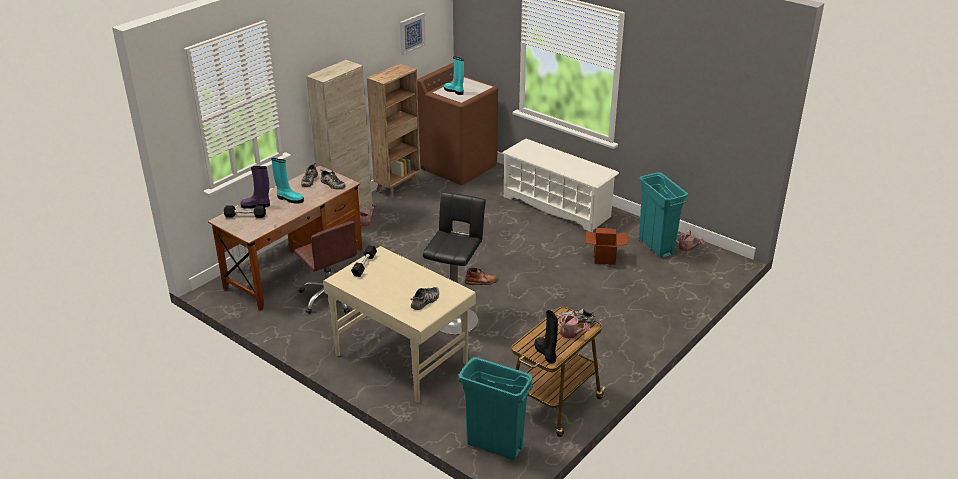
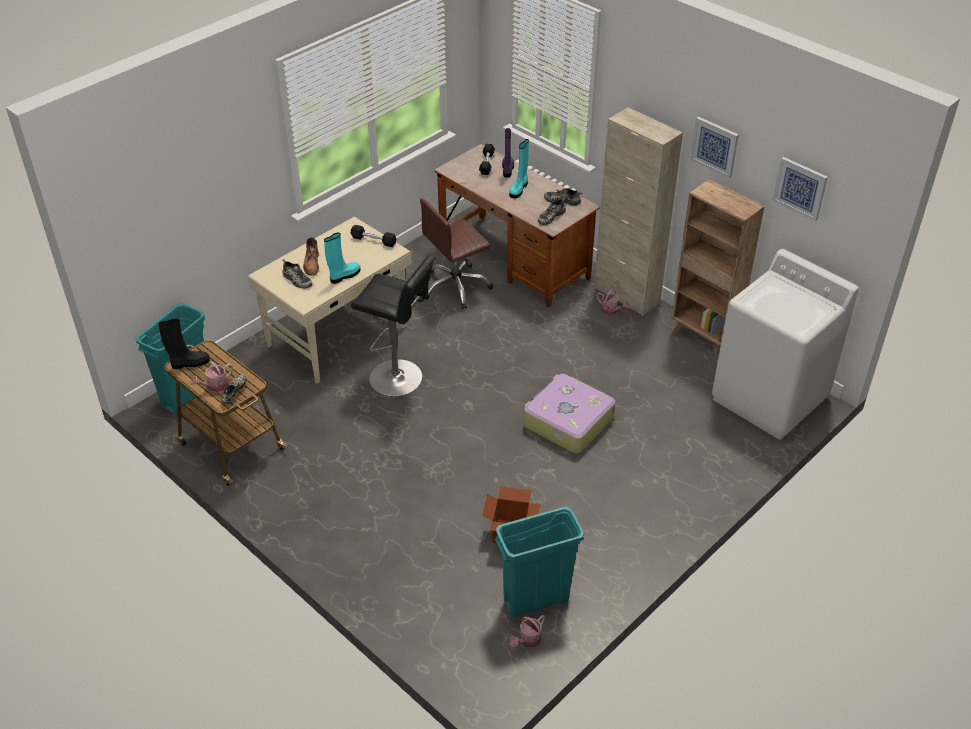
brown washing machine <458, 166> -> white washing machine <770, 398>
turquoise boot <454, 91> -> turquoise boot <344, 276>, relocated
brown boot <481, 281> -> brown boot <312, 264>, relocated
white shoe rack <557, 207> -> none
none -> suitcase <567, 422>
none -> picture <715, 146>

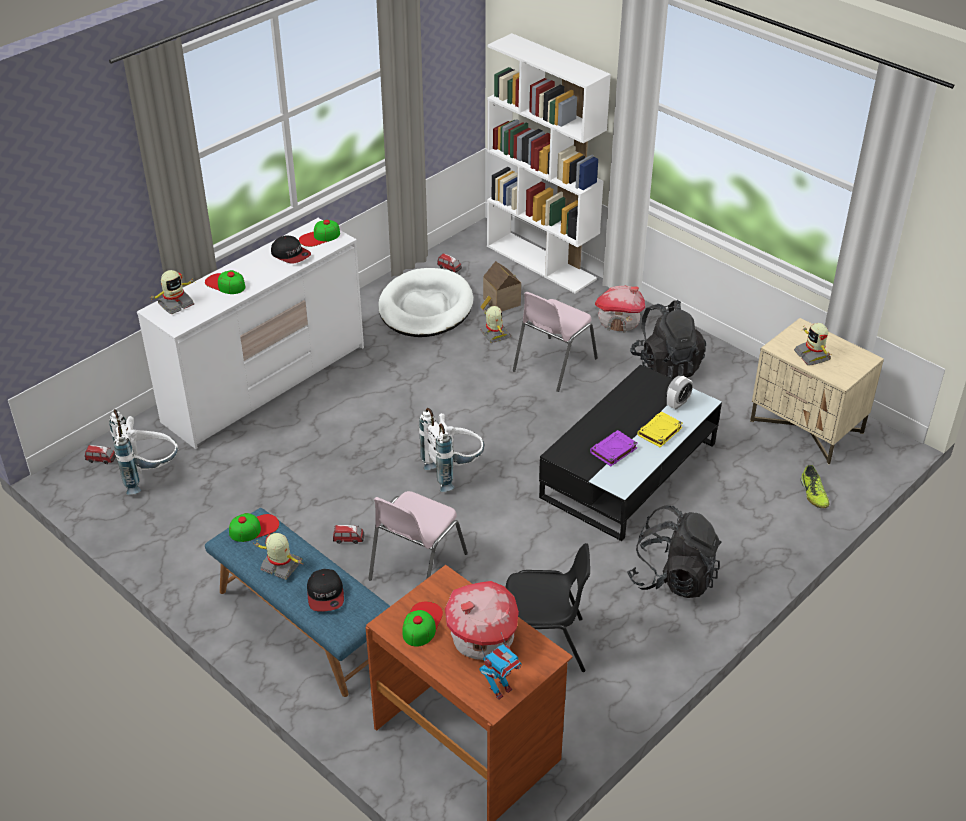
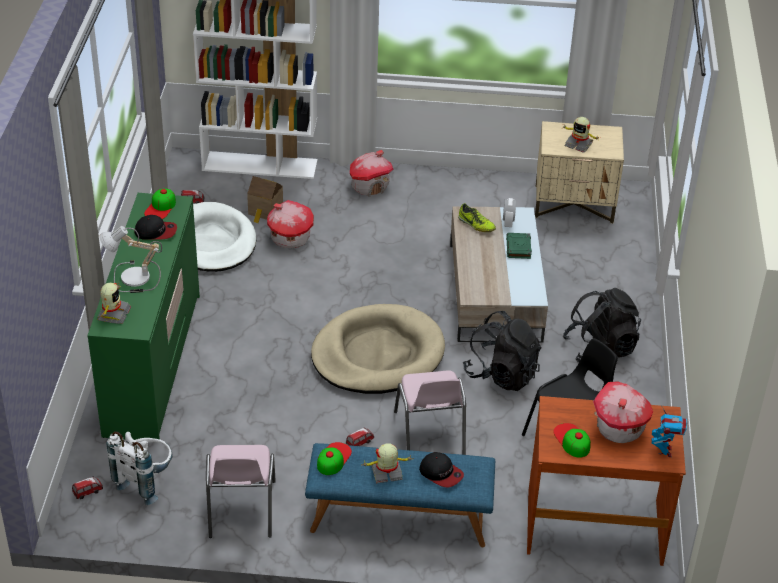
white dresser <266, 384> -> green dresser <153, 363>
cap <225, 284> -> table lamp <133, 279>
white backpack <453, 471> -> beige dog bed <377, 354>
toy robot <494, 334> -> toy house <289, 238>
pink chair <553, 365> -> pink chair <241, 510>, relocated
black coffee table <629, 470> -> beige coffee table <495, 291>
purple book <613, 451> -> none
black backpack <666, 366> -> black backpack <501, 374>, relocated
yellow book <659, 432> -> green book <518, 248>
shoe <813, 494> -> shoe <476, 225>, relocated

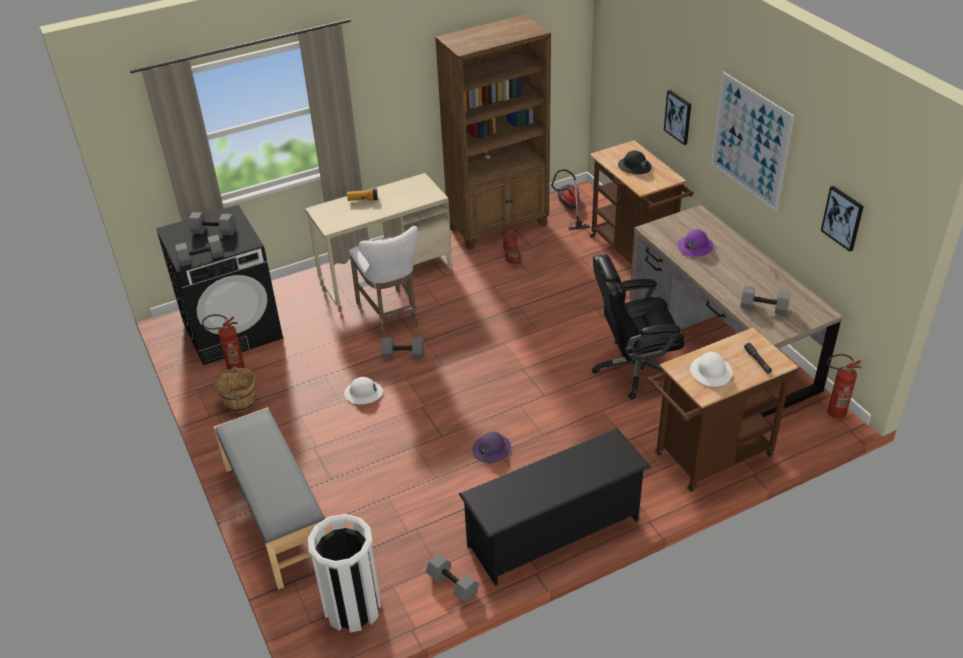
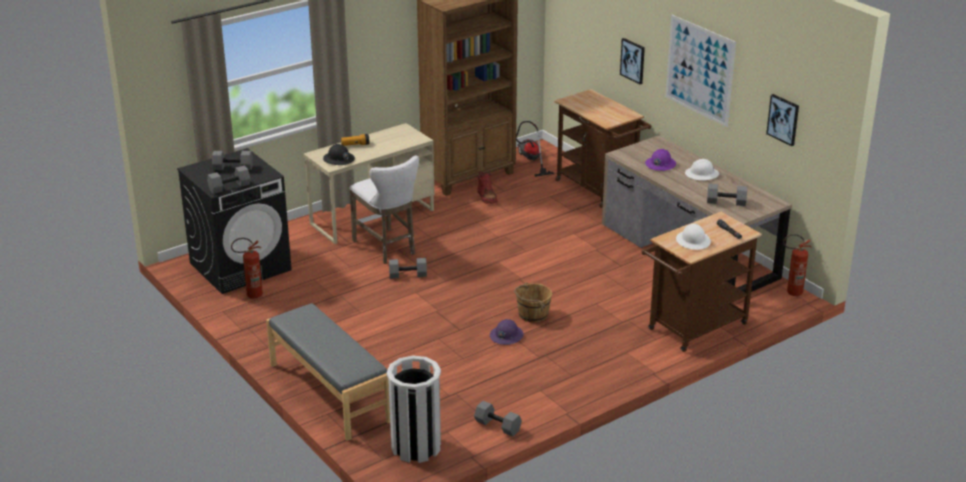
brown bucket <239, 401> -> brown bucket <532, 314>, relocated
white hard hat <363, 393> -> white hard hat <702, 174>, relocated
black shoe rack <554, 533> -> none
black office chair <634, 369> -> none
black hard hat <634, 167> -> black hard hat <338, 159>, relocated

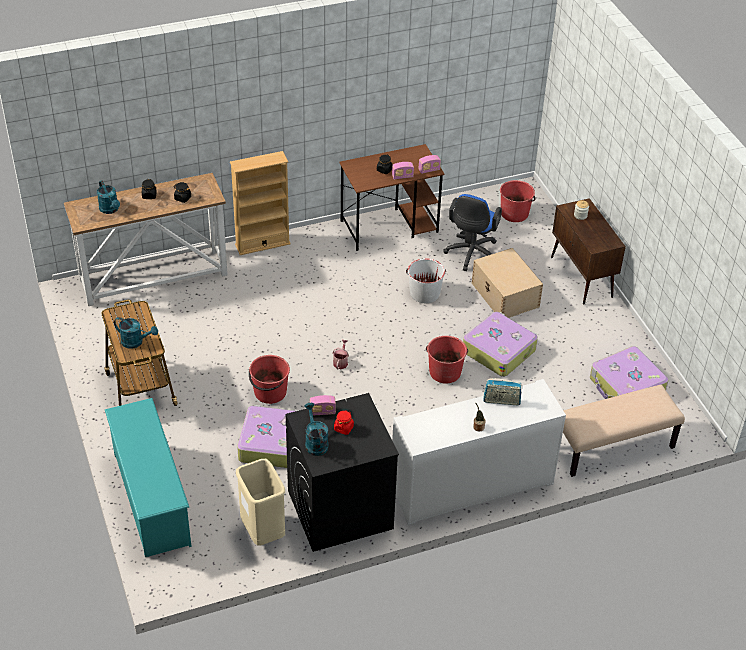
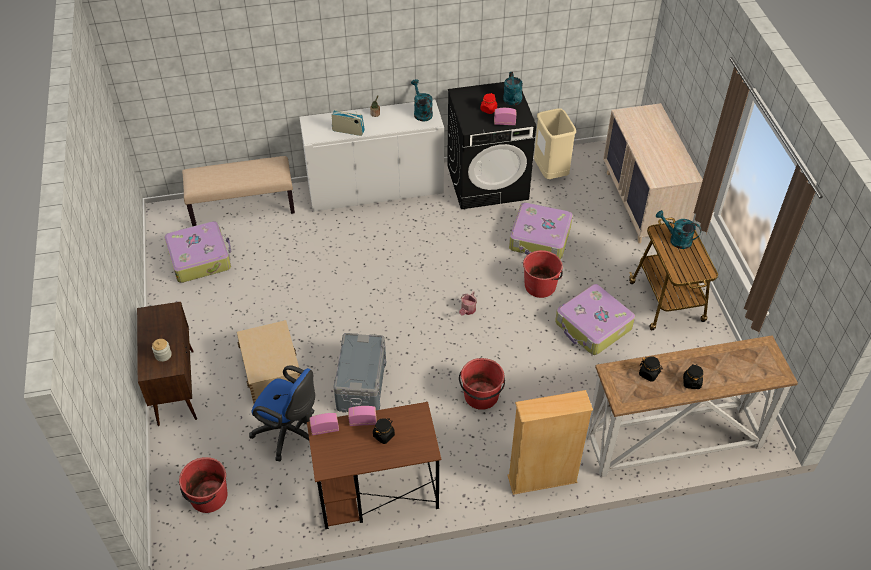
turquoise watering can <110, 210> -> turquoise watering can <421, 112>, relocated
turquoise shoe rack <151, 498> -> beige dresser <642, 204>
white bucket <424, 293> -> grey storage box <361, 384>
red bucket <445, 372> -> red bucket <481, 396>, relocated
blue office chair <471, 255> -> blue office chair <290, 433>, 90 degrees clockwise
suitcase <499, 350> -> suitcase <593, 326>, relocated

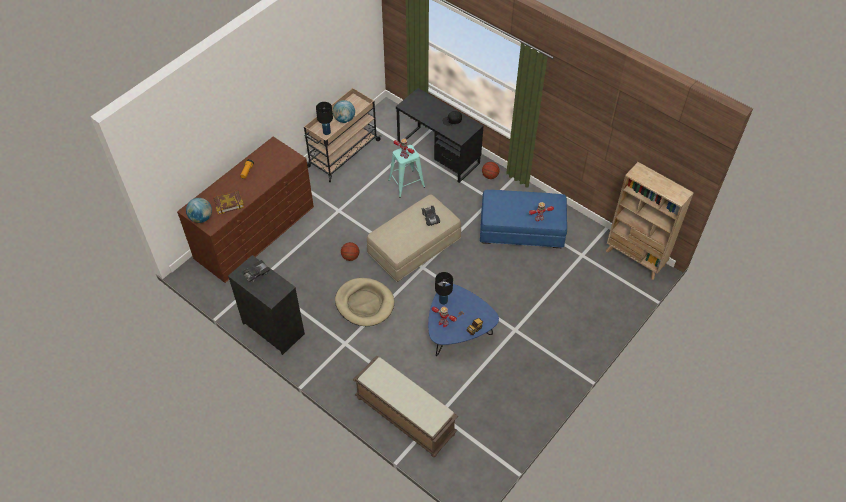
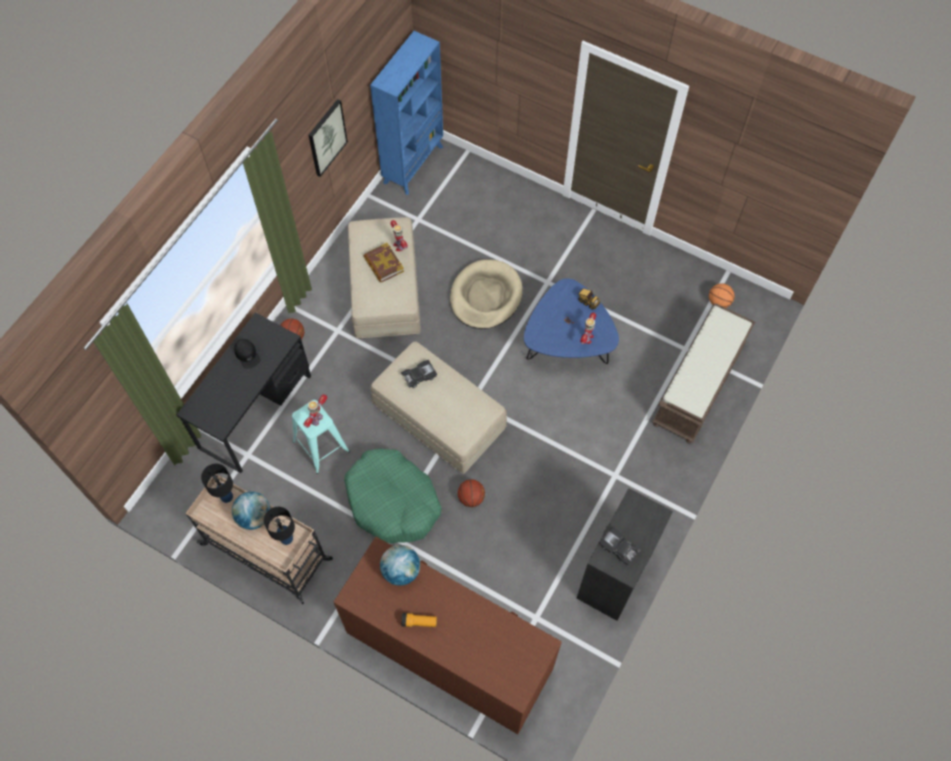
globe <201, 218> -> globe <401, 570>, relocated
book <228, 203> -> book <383, 265>, relocated
beige dog bed <364, 303> -> beige dog bed <485, 296>, relocated
black table lamp <443, 301> -> black table lamp <226, 497>, relocated
blue ottoman <522, 229> -> beige ottoman <385, 289>
beige bookcase <635, 258> -> blue bookcase <414, 164>
none -> picture <326, 137>
none -> green dog bed <393, 501>
none -> basketball <719, 302>

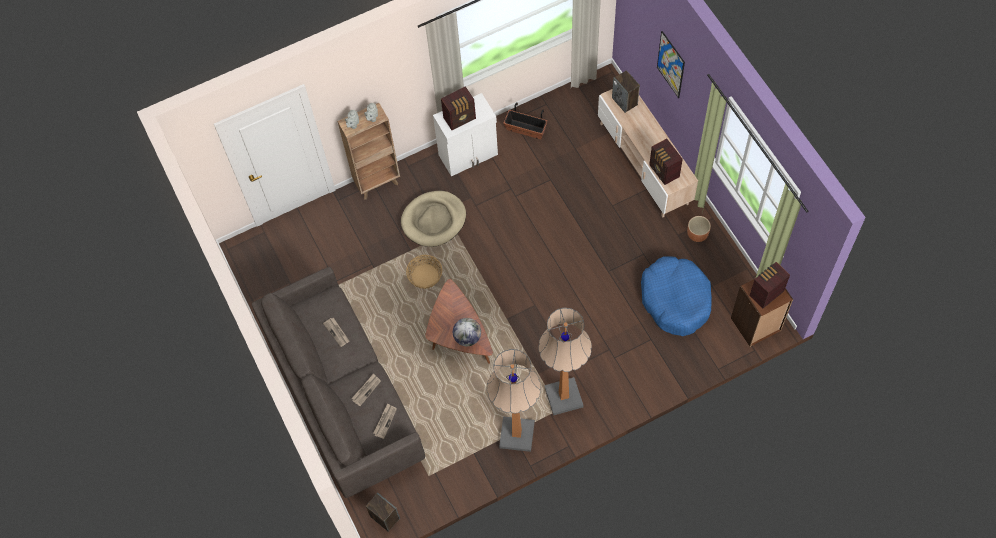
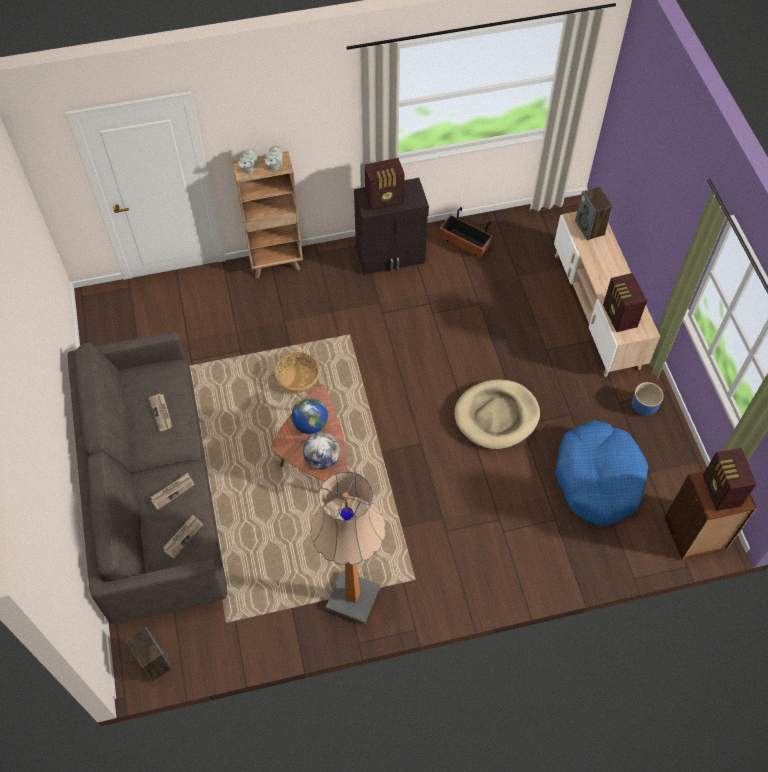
beige dog bed <434, 220> -> beige dog bed <496, 416>, relocated
white cabinet <469, 155> -> black cabinet <391, 256>
floor lamp <563, 397> -> none
picture <671, 64> -> none
brown planter <697, 234> -> blue planter <644, 407>
radio <765, 293> -> radio <720, 492>, 75 degrees counterclockwise
none -> globe <310, 424>

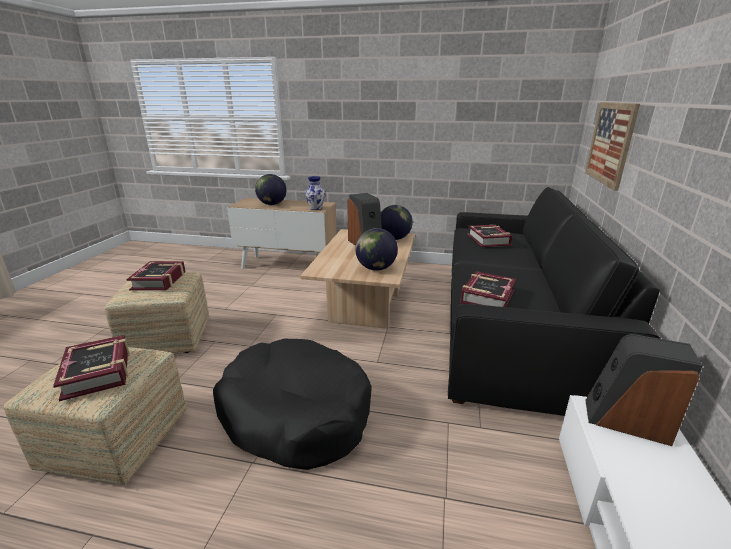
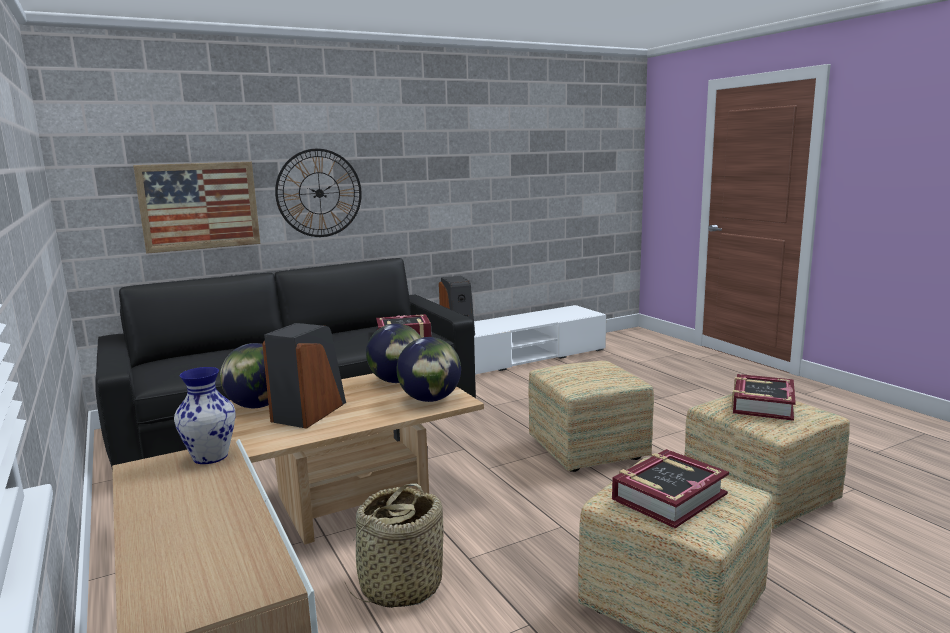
black dog bed <295, 414> -> ottoman <586, 449>
globe <272, 204> -> globe <430, 399>, relocated
book <488, 240> -> none
none -> wall clock <319, 193>
none -> basket <400, 586>

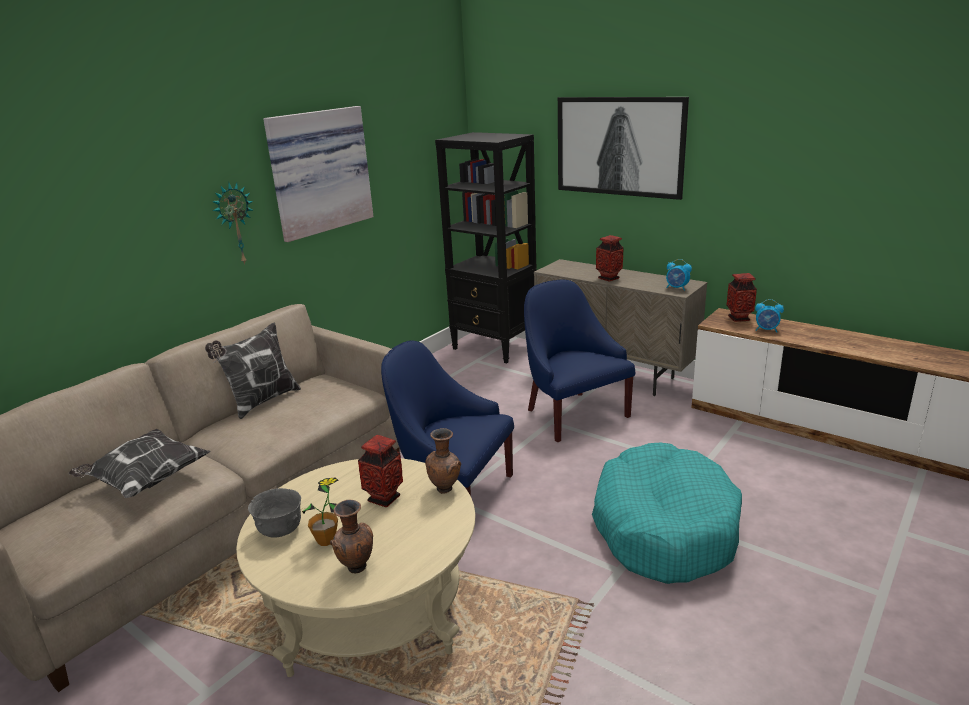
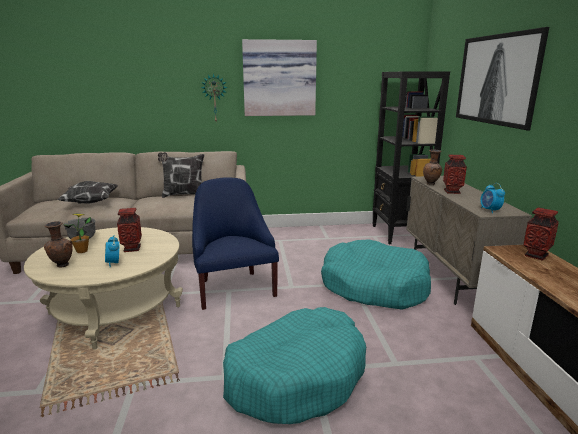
brown vase <445, 489> -> brown vase <431, 184>, relocated
blue armchair <573, 414> -> turquoise dog bed <374, 286>
alarm clock <766, 330> -> alarm clock <113, 263>, relocated

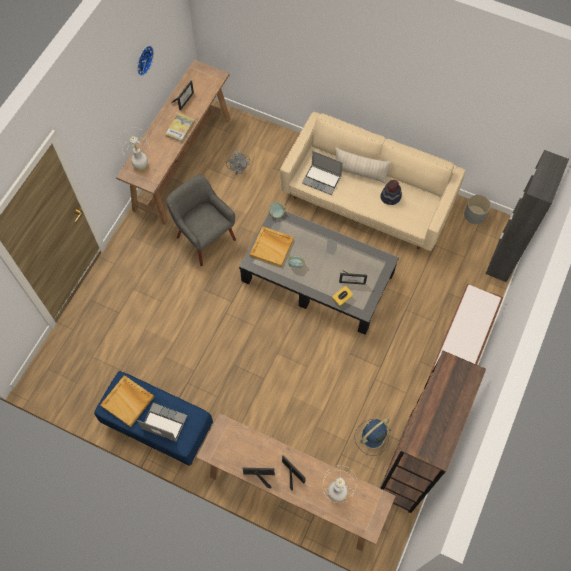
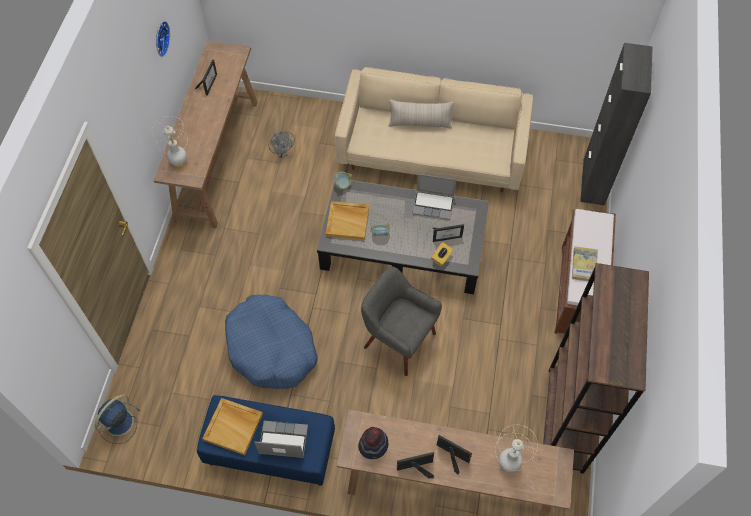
book <180, 129> -> book <584, 265>, relocated
grey armchair <205, 238> -> grey armchair <398, 340>, relocated
laptop <322, 180> -> laptop <434, 205>, relocated
blue fan <371, 437> -> blue fan <118, 423>, relocated
hat <391, 197> -> hat <373, 445>, relocated
grey planter <475, 214> -> none
none -> blue dog bed <271, 348>

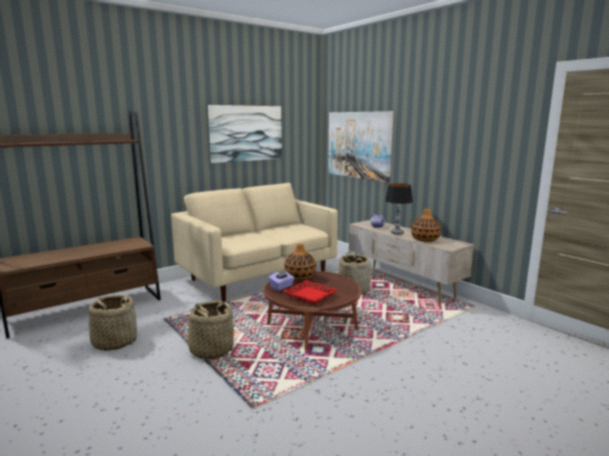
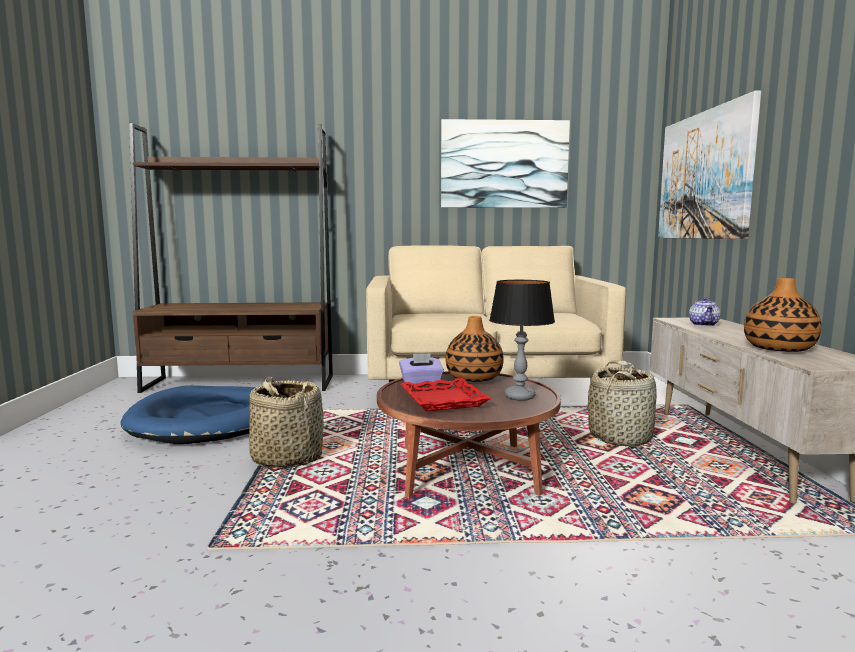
basket <114, 342> -> blue dog bed <209, 420>
table lamp <397, 233> -> table lamp <519, 396>, relocated

